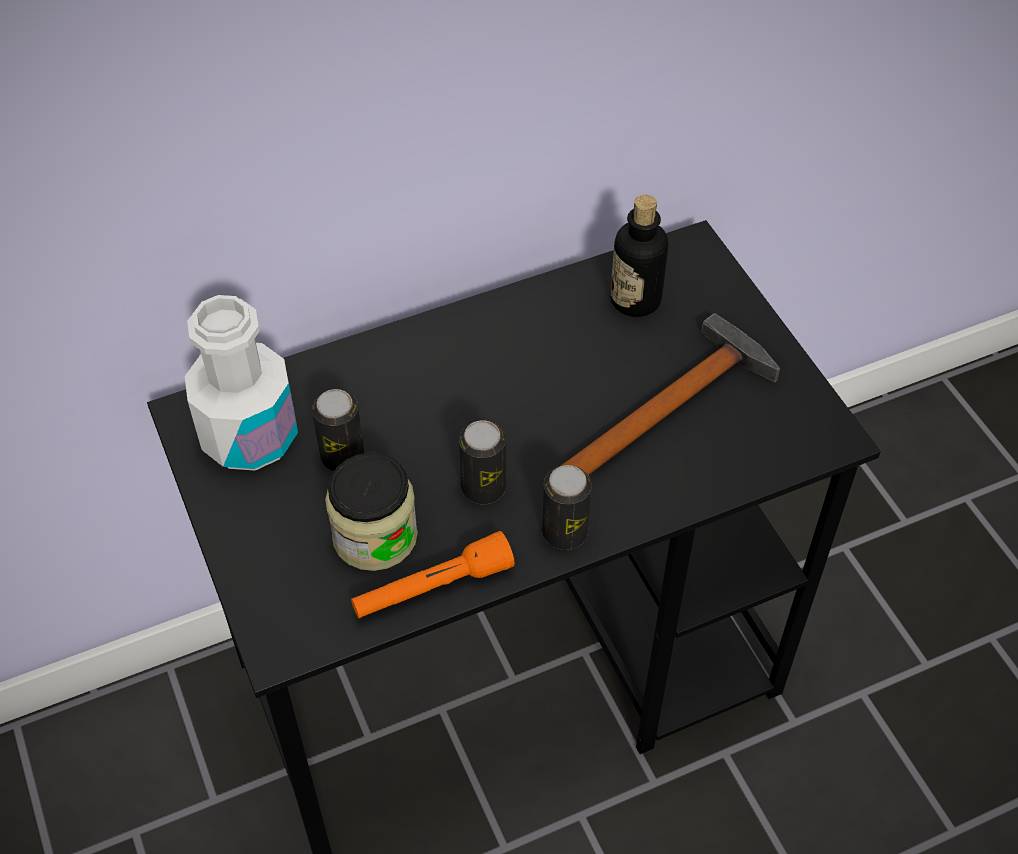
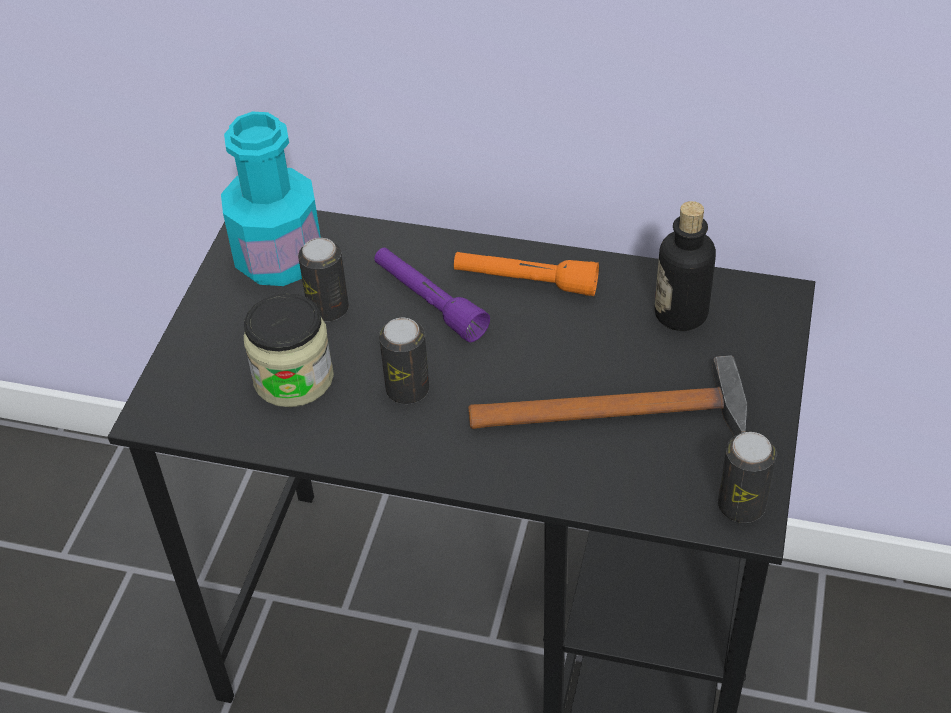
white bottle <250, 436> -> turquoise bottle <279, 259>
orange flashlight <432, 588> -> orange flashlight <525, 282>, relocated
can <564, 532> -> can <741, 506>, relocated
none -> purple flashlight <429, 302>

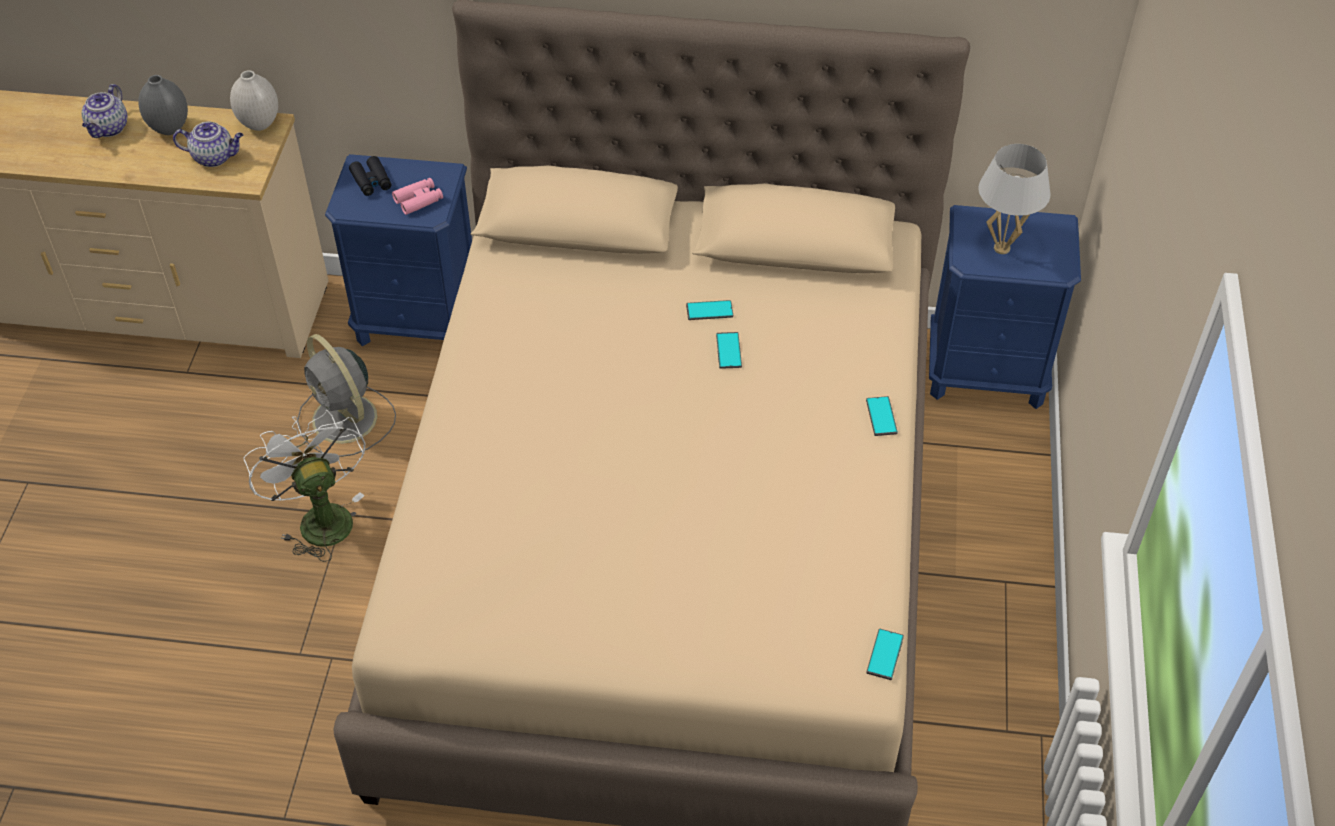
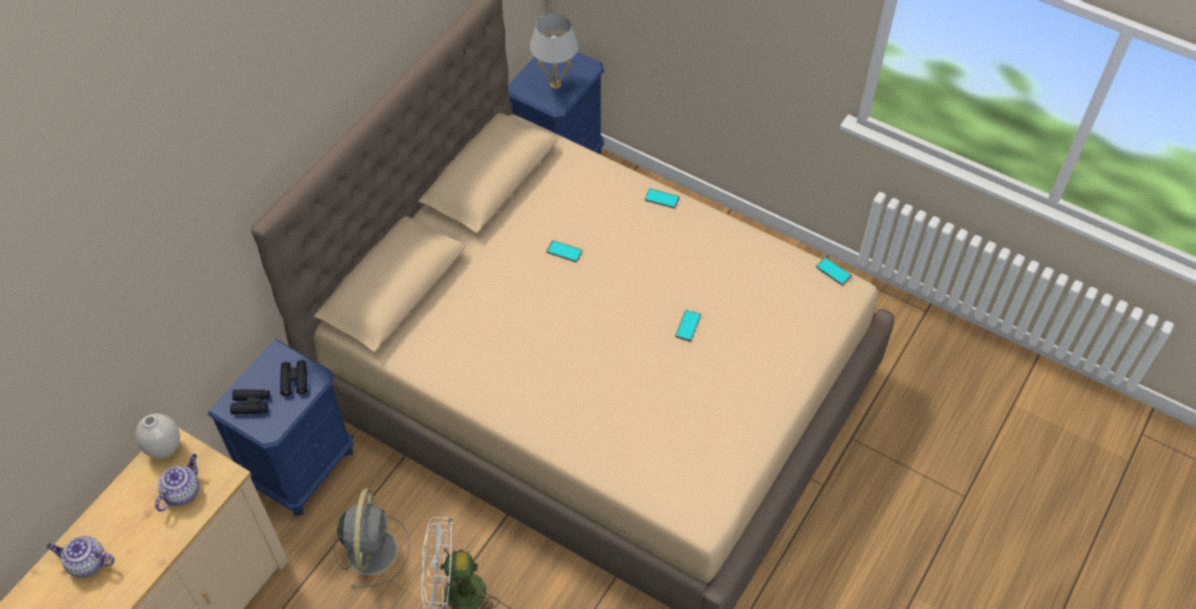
teapot <109, 129> -> teapot <86, 563>, 150 degrees clockwise
grey vase <170, 128> -> none
grey fan <346, 420> -> grey fan <372, 548>, 75 degrees counterclockwise
pink binoculars <418, 200> -> black binoculars <294, 380>
phone <709, 311> -> phone <688, 326>, relocated

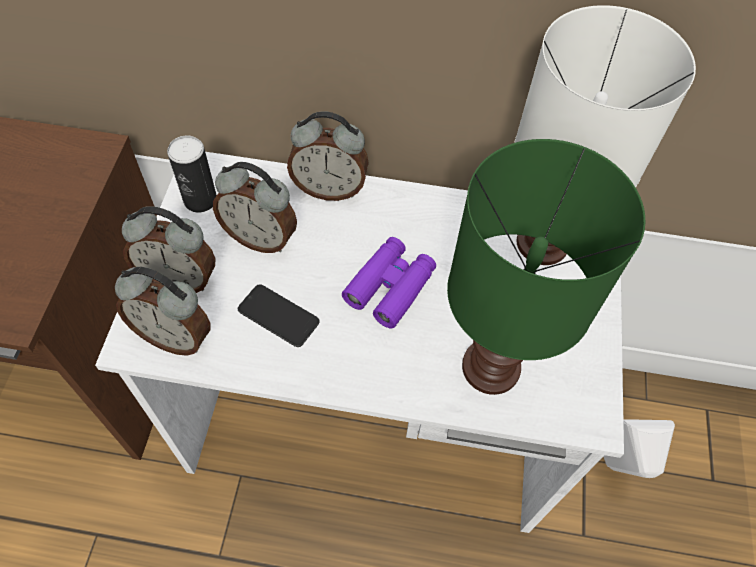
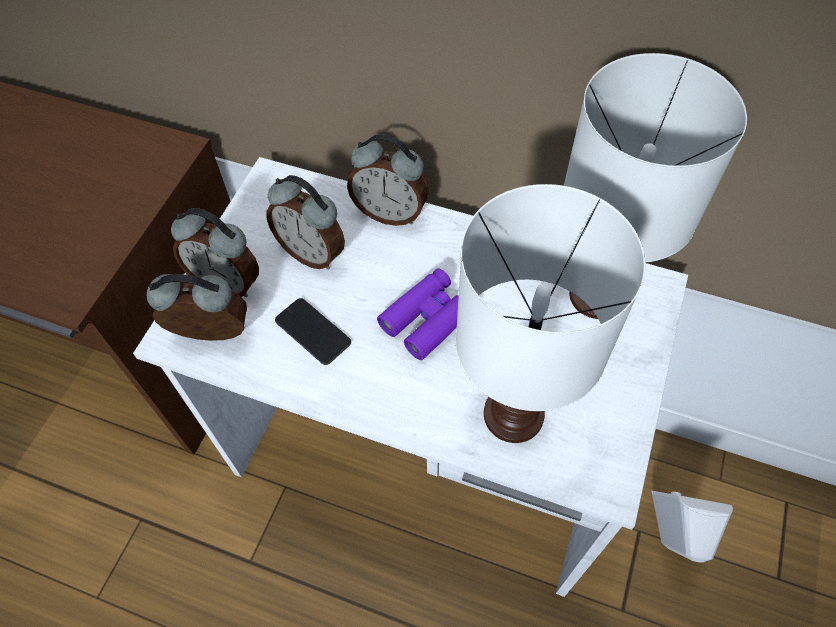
alarm clock <175, 336> -> alarm clock <211, 337>, 150 degrees clockwise
can <200, 200> -> none
green table lamp <489, 365> -> white table lamp <512, 412>

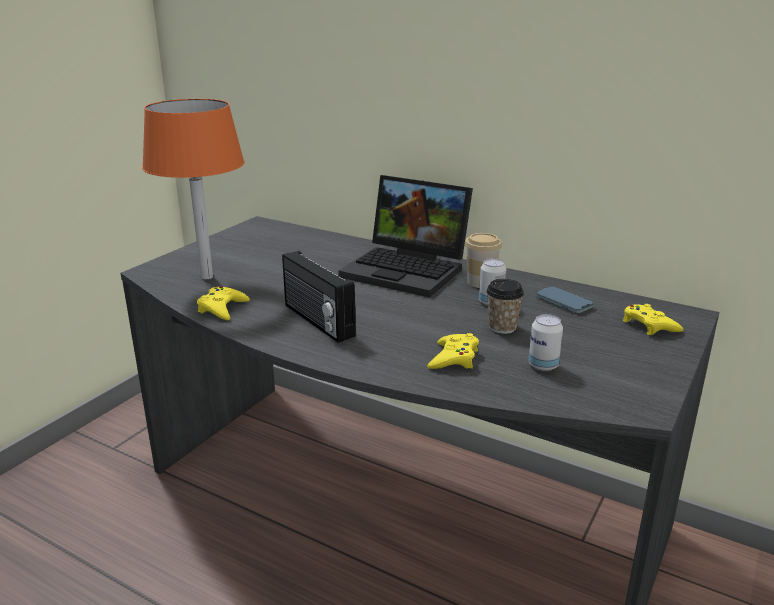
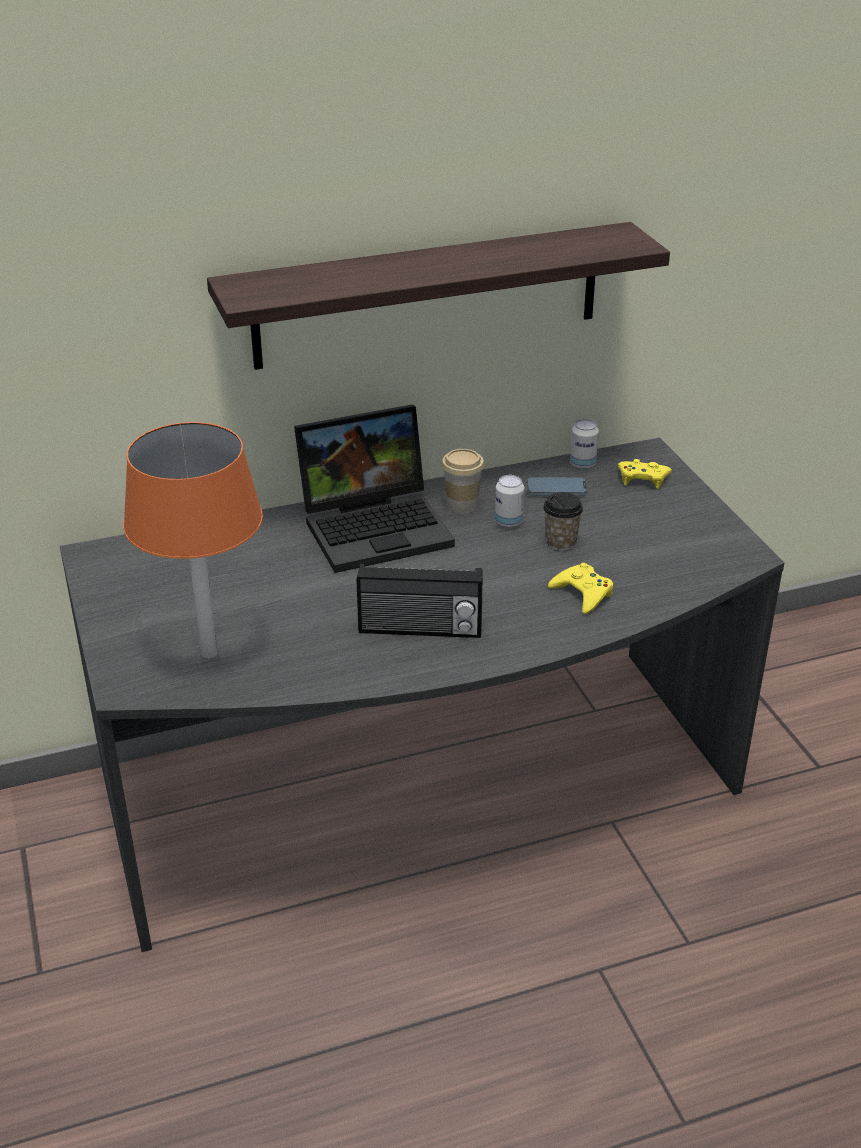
yellow game controller <222, 308> -> none
can <543, 366> -> can <582, 464>, relocated
none -> shelf <428, 295>

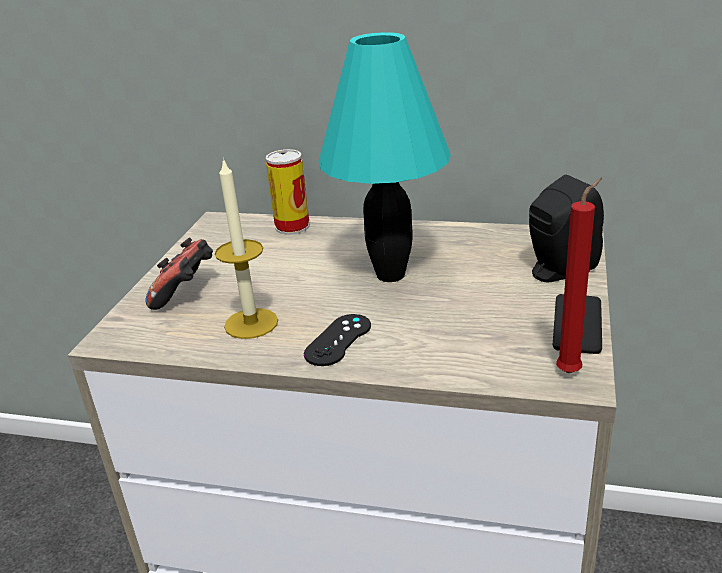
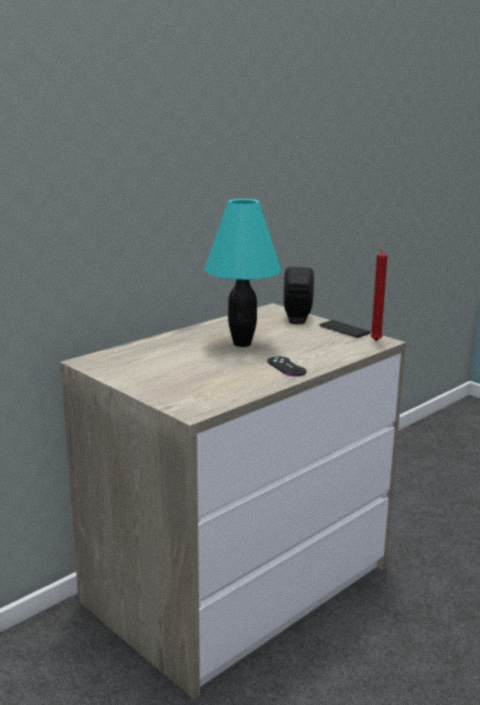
game controller <186, 293> -> none
candle <251, 323> -> none
can <292, 226> -> none

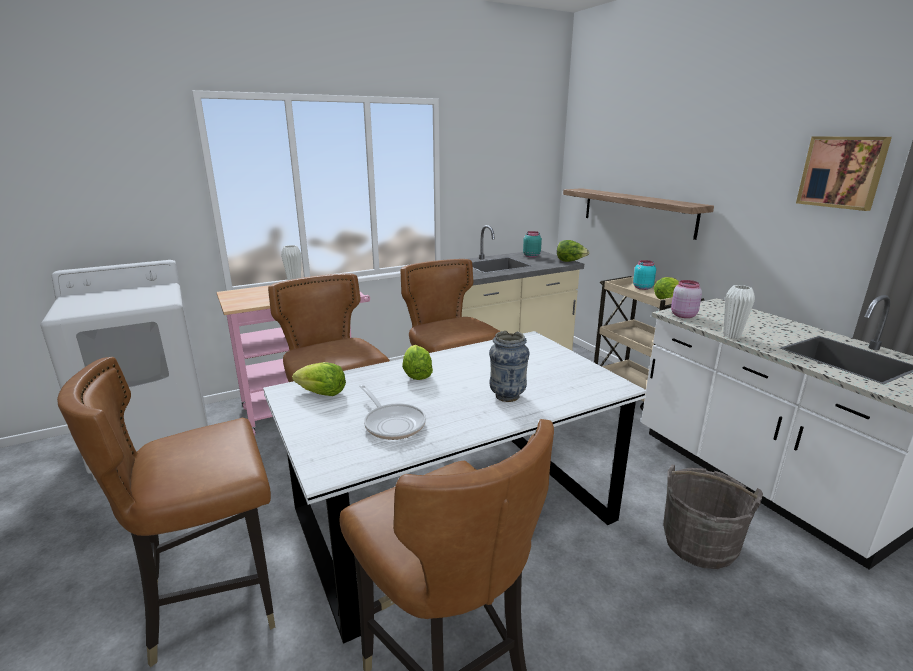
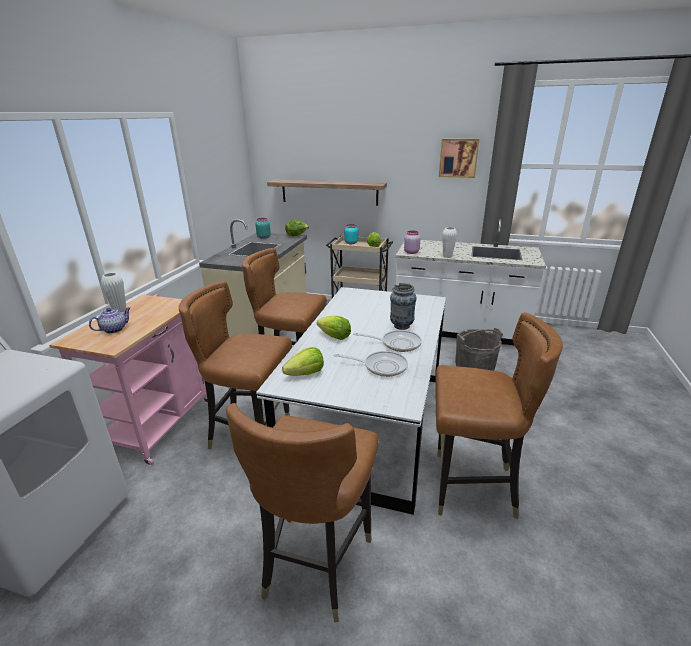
none -> teapot <114, 329>
none -> frying pan <397, 343>

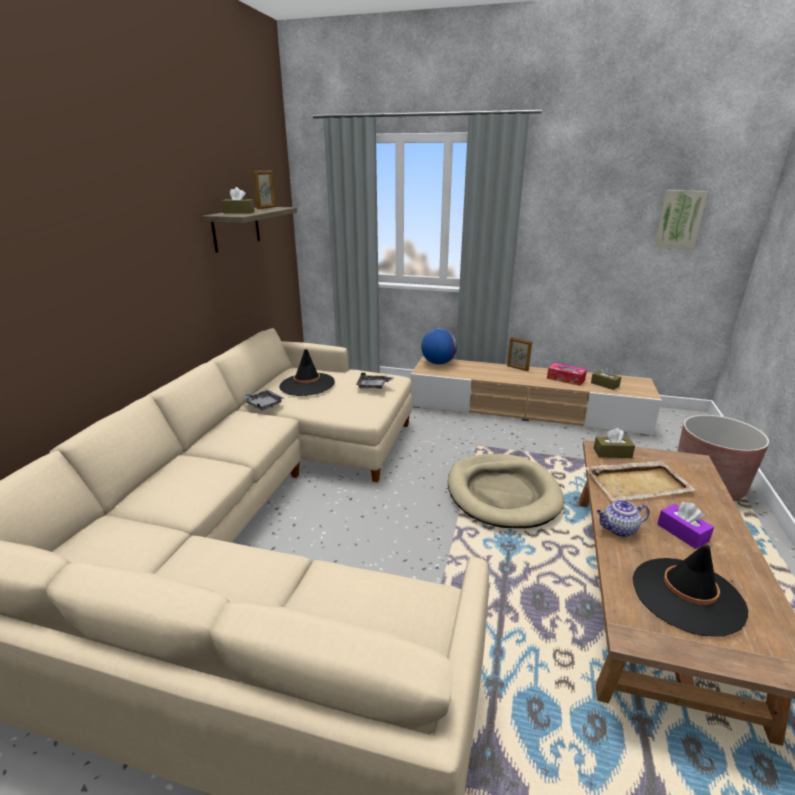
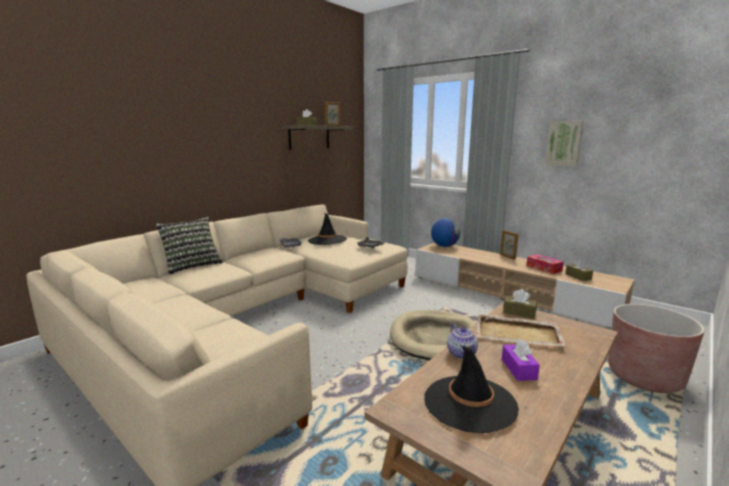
teapot <618, 529> -> teapot <462, 354>, 120 degrees counterclockwise
picture <679, 219> -> picture <564, 143>, relocated
none -> pillow <192, 266>

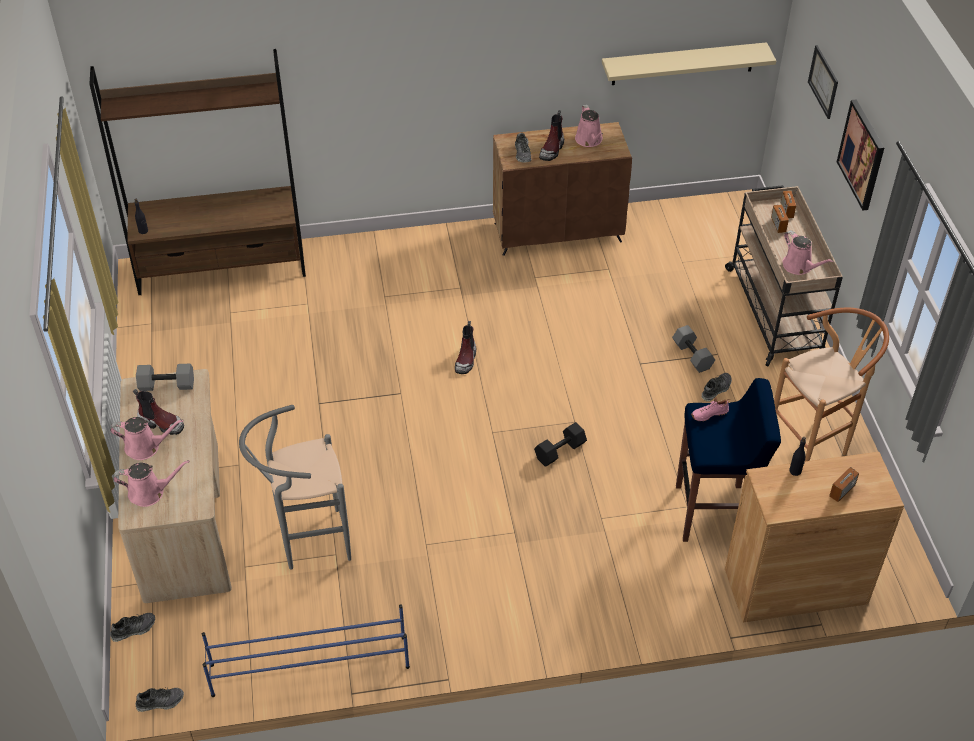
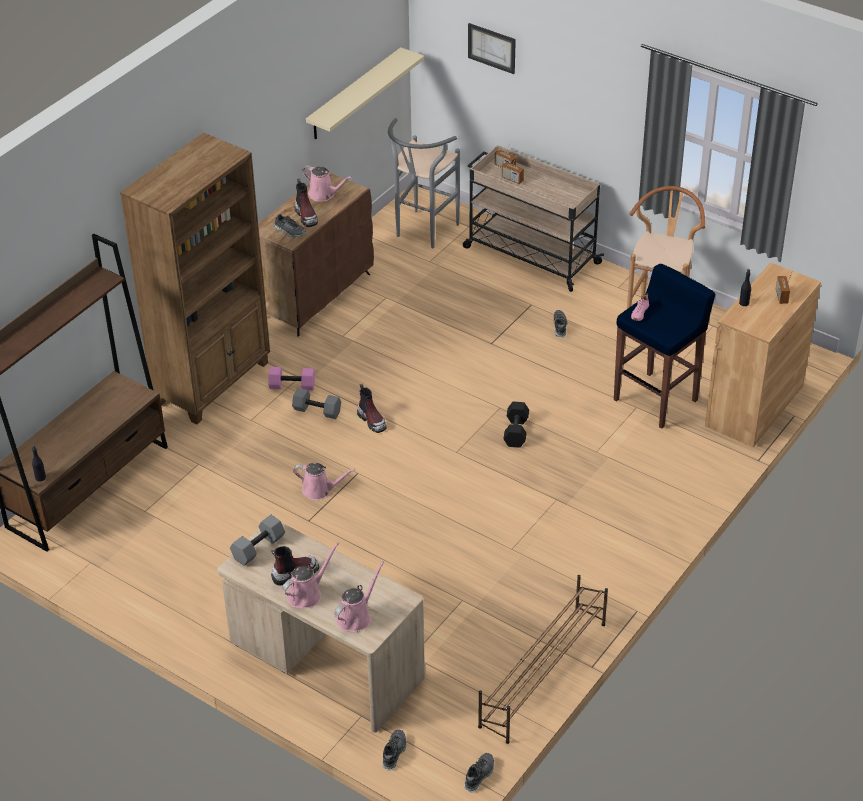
blue shoe rack <308, 665> -> brown shoe rack <542, 675>
grey stool <307, 542> -> grey stool <423, 233>, relocated
grey dumbbell <693, 356> -> grey dumbbell <317, 410>, relocated
pink watering can <799, 266> -> pink watering can <319, 490>, relocated
picture <862, 154> -> none
none -> brown bookcase <213, 382>
none -> pink dumbbell <291, 386>

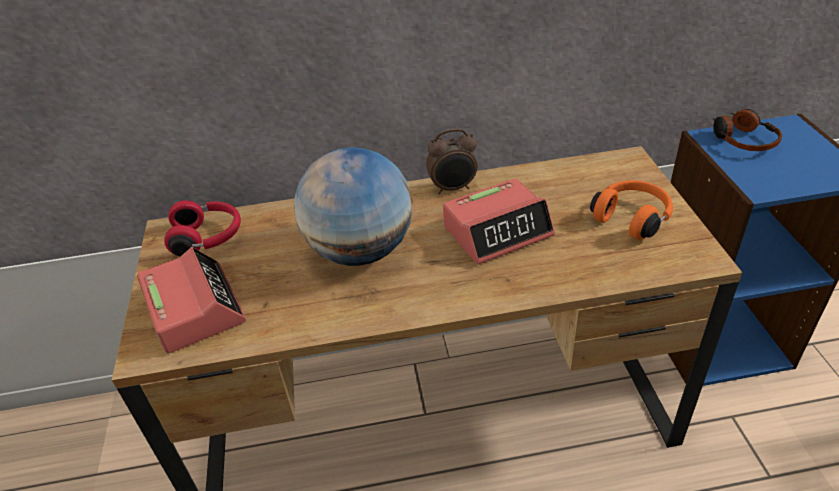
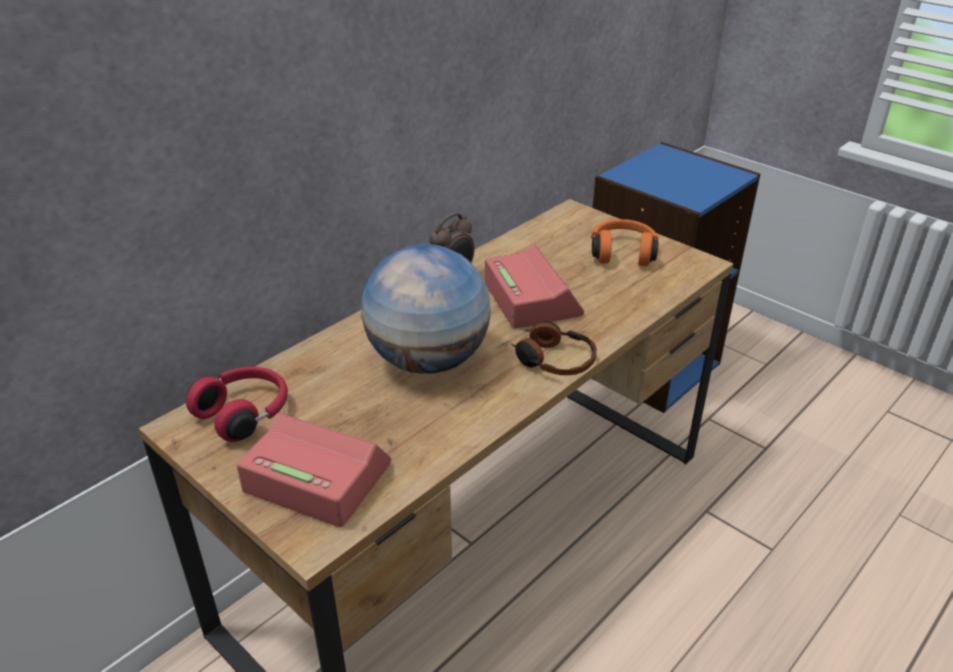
alarm clock <498, 231> -> alarm clock <531, 299>, 45 degrees counterclockwise
headphones <742, 140> -> headphones <553, 360>, relocated

